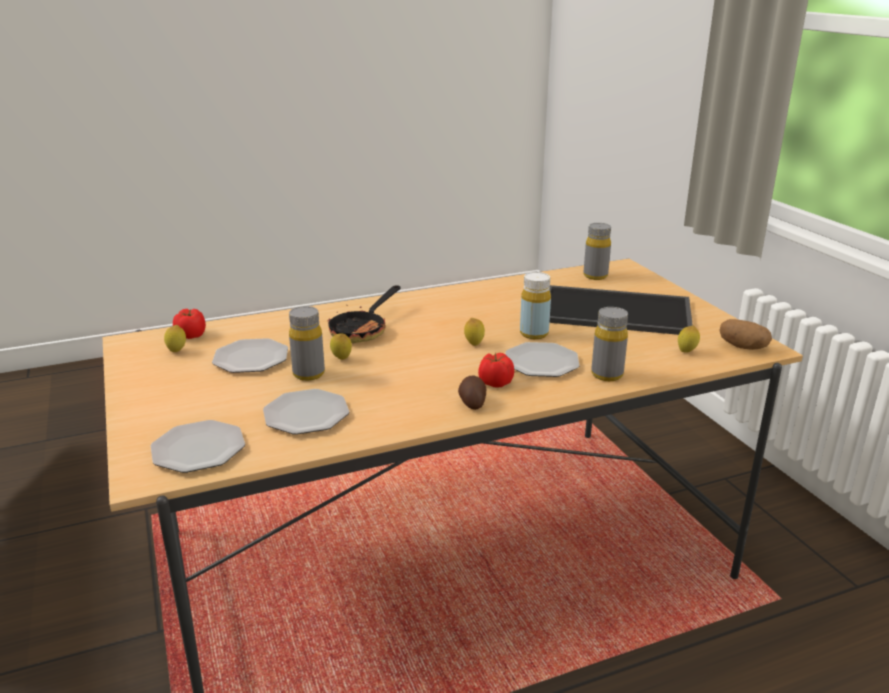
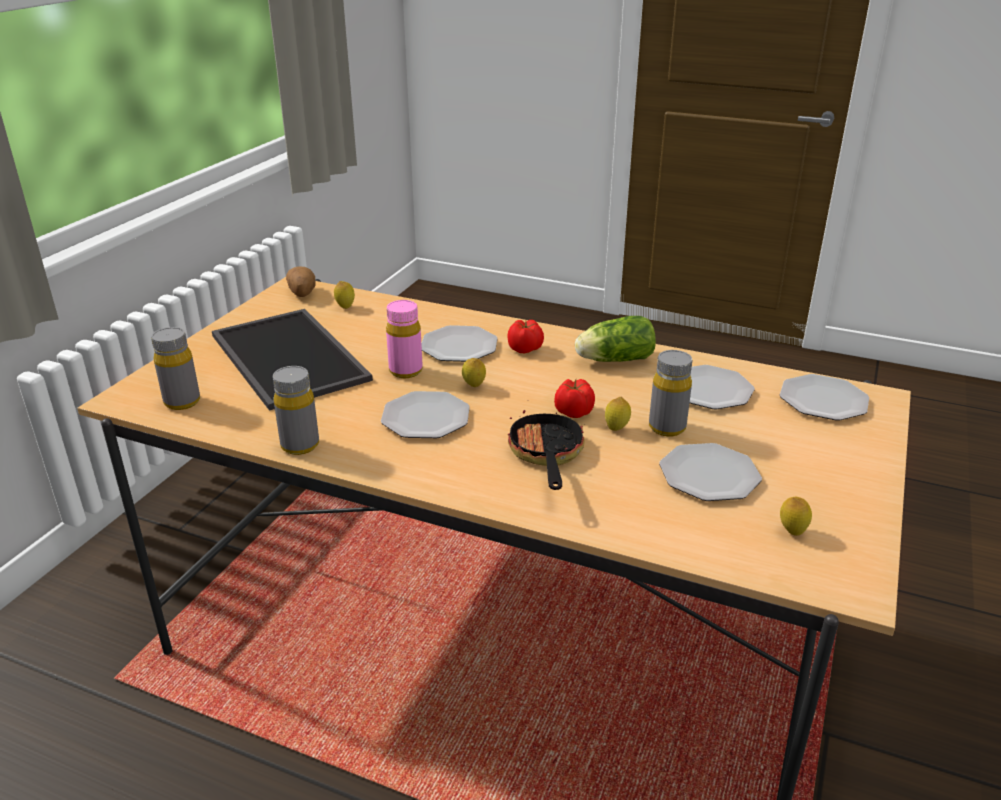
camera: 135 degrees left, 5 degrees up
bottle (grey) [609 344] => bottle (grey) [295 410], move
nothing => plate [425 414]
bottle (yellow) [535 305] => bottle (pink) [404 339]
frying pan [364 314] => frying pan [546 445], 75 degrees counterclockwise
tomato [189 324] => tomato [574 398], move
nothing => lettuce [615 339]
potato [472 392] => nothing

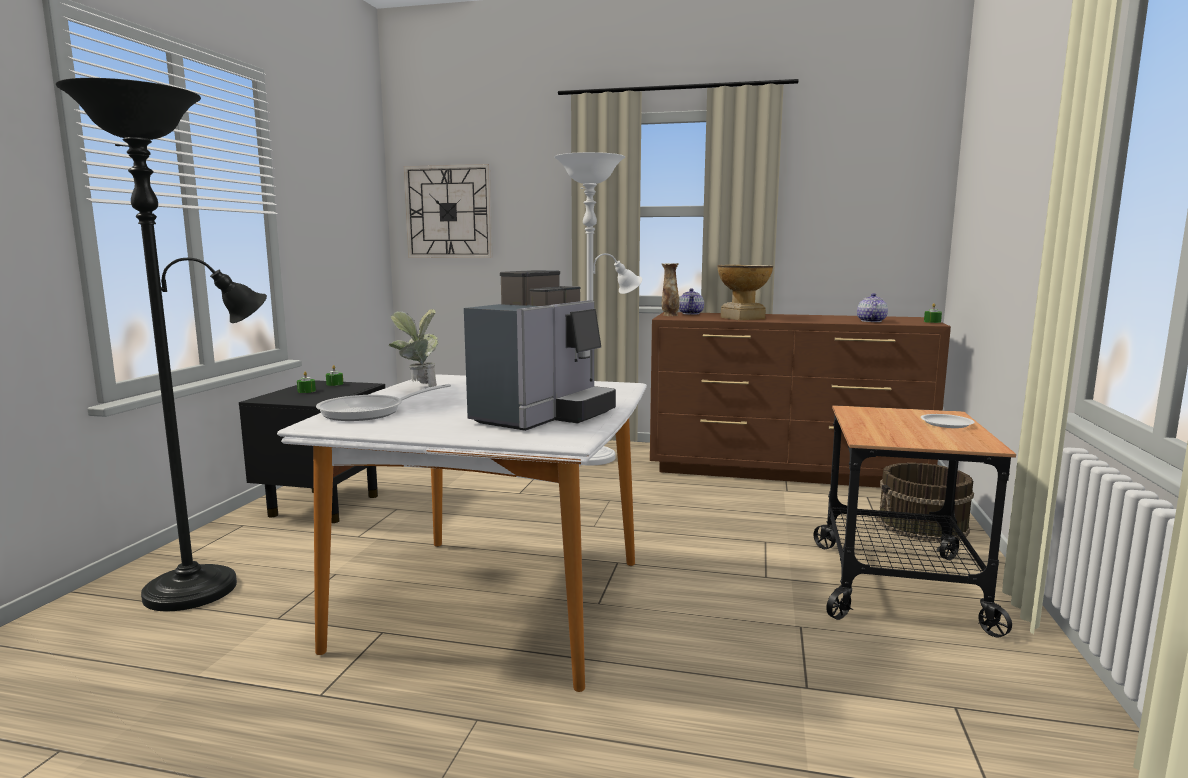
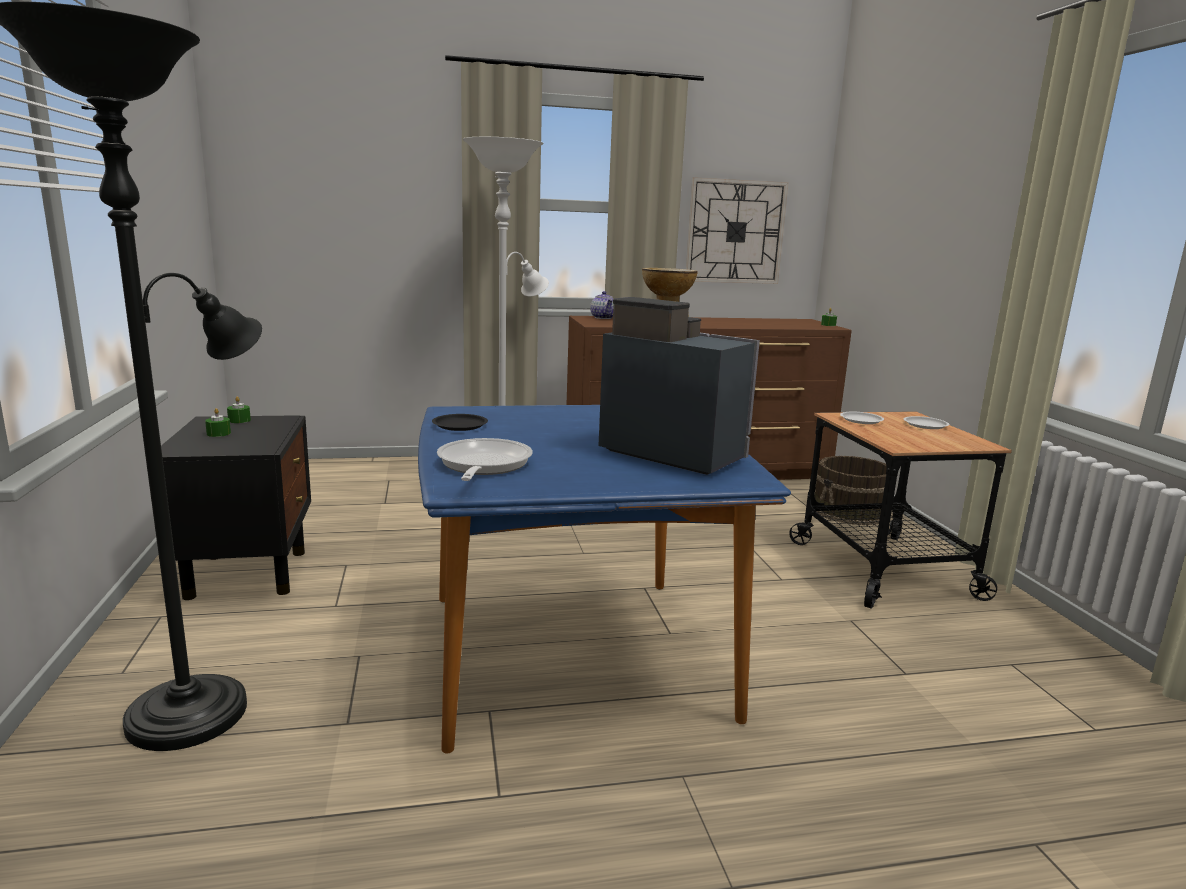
camera: 25 degrees left, 5 degrees up
dining table (white) [462 533] => dining table (blue) [604 579]
potted plant [414 348] => plate (black) [460 422]
frying pan [383 402] => frying pan [485 459], 150 degrees clockwise
coffee machine [540 350] => coffee machine [679 386], 60 degrees counterclockwise
wall clock [448 211] => wall clock [737 230], move
nothing => plate (white) [862 418]
vase [670 289] => nothing
teapot [872 307] => nothing

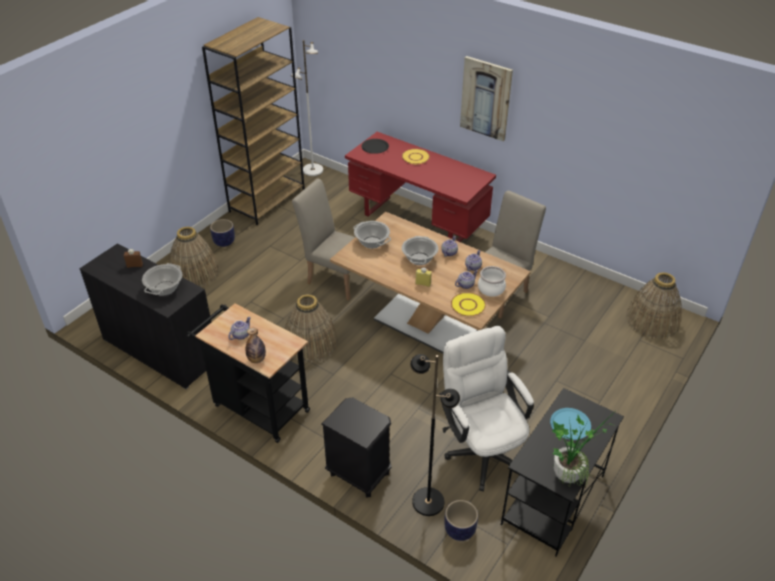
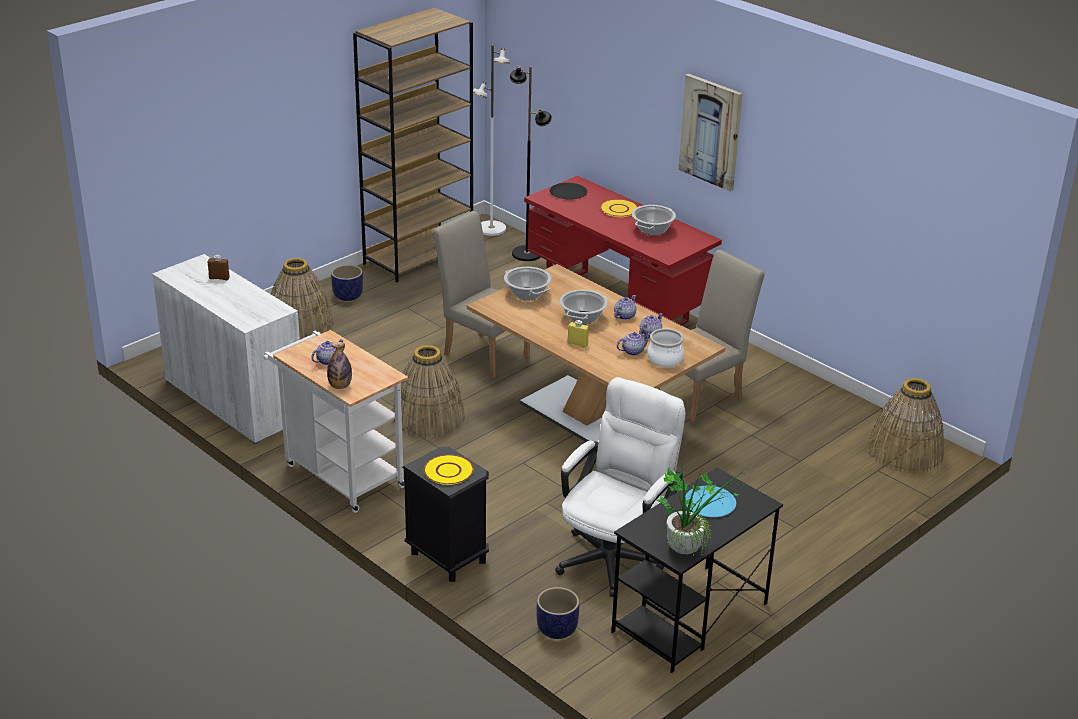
camera: 10 degrees right, 10 degrees down
cabinet (black) [145 316] => cabinet (white) [226 349]
cart (black) [248 373] => cart (white) [335 421]
plate (yellow) [468 304] => plate (yellow) [449 470], move
floor lamp (black) [435 435] => floor lamp (black) [531 163], move
office chair (white) [486 408] => office chair (white) [620 487], 45 degrees clockwise
cooking pot [162 279] => cooking pot [654 220], move

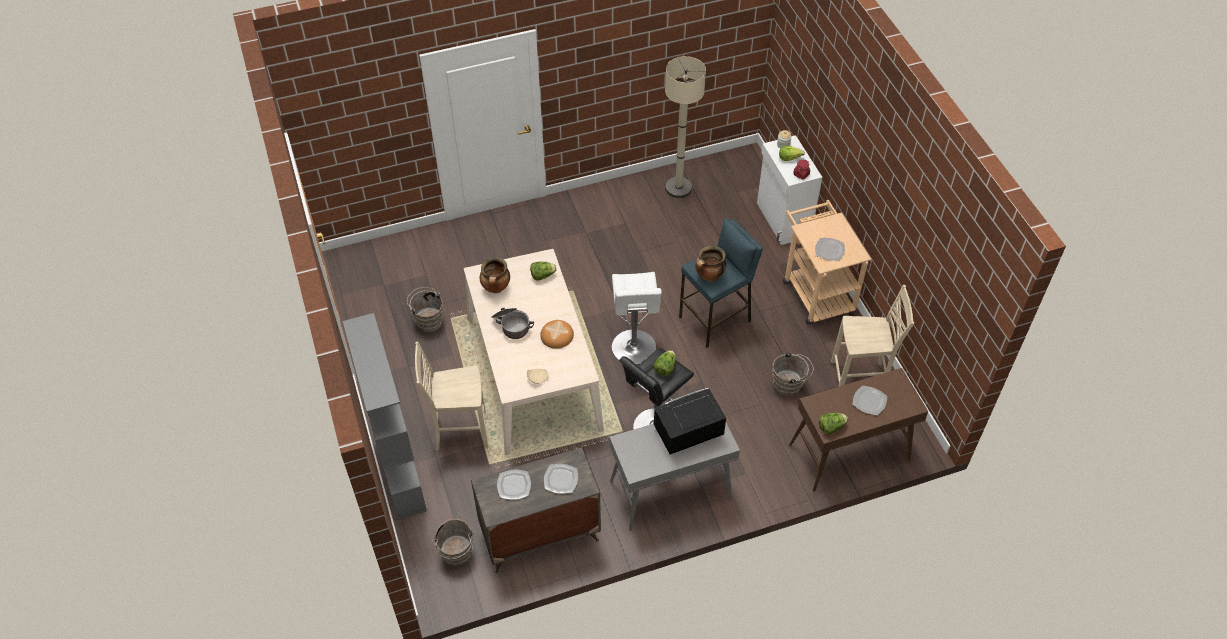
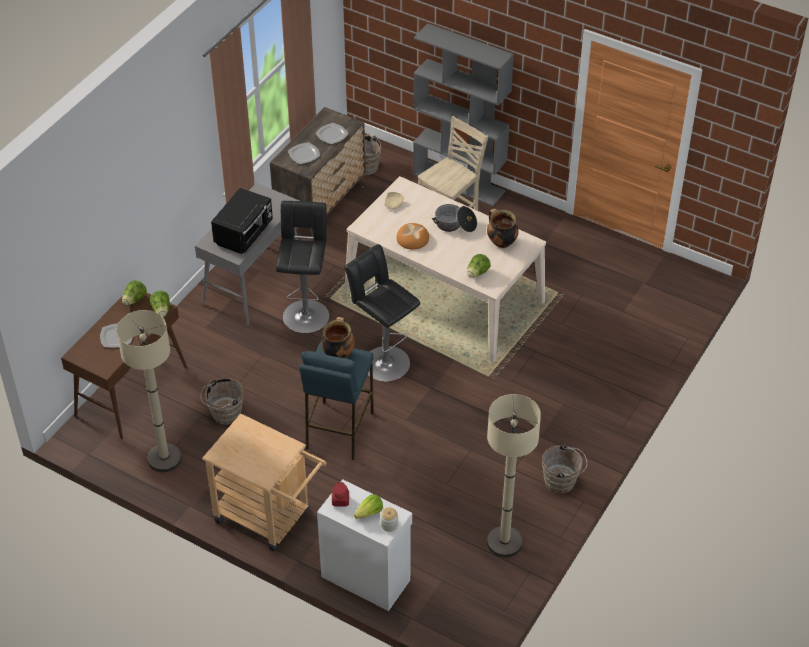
camera: 140 degrees right, 5 degrees down
chair (beige) [872 336] => floor lamp (beige) [149 391]
lettuce [664 363] => lettuce [159 304], move
stool (white) [637 318] => stool (black) [382 313]
bucket (brown) [425 309] => bucket (brown) [564 469], move
plate [830 249] => nothing

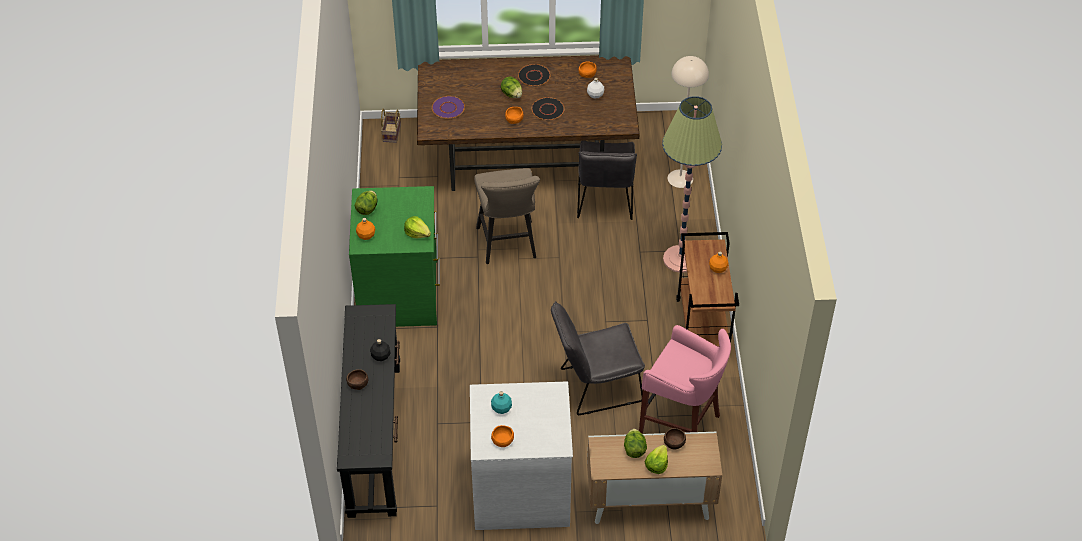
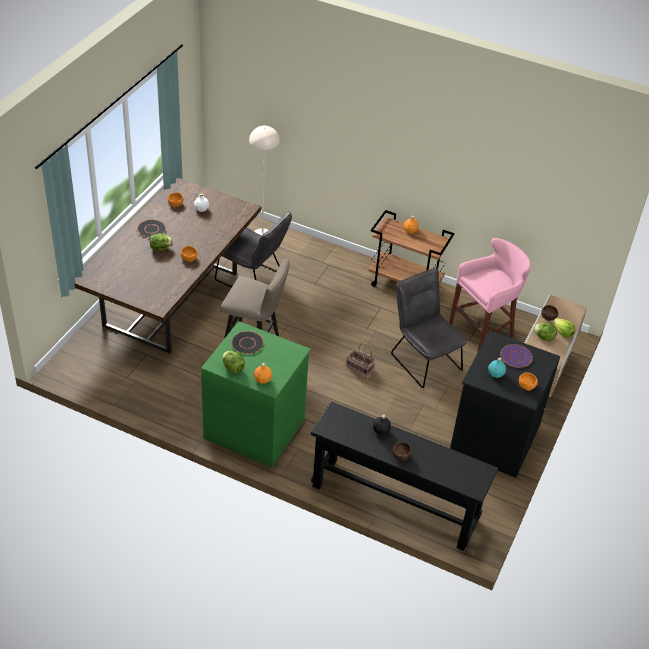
camera: 65 degrees left, 5 degrees down
plate (black) [548 108] => plate (black) [247 342], move
basket [391 125] => basket [361 360], move
chair (grey) [598 358] => chair (grey) [429 328], 135 degrees clockwise
dresser (white) [521 455] => dresser (black) [505 404]
plate (purple) [448 107] => plate (purple) [516 356], move
lettuce [417 227] => nothing
floor lamp [692 184] => nothing

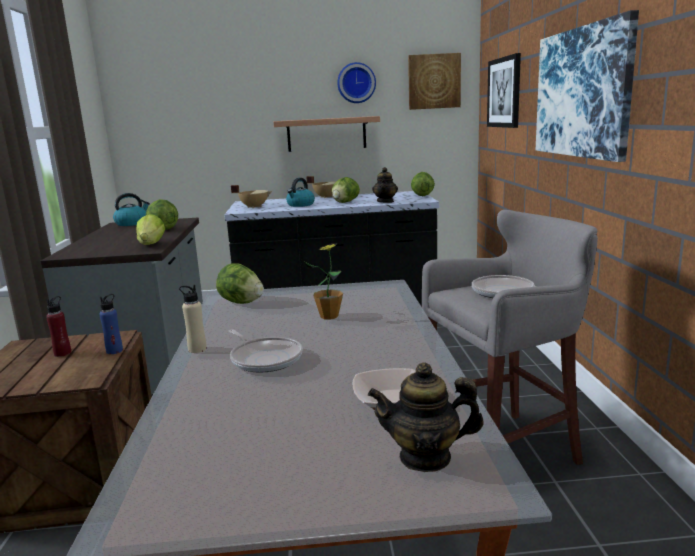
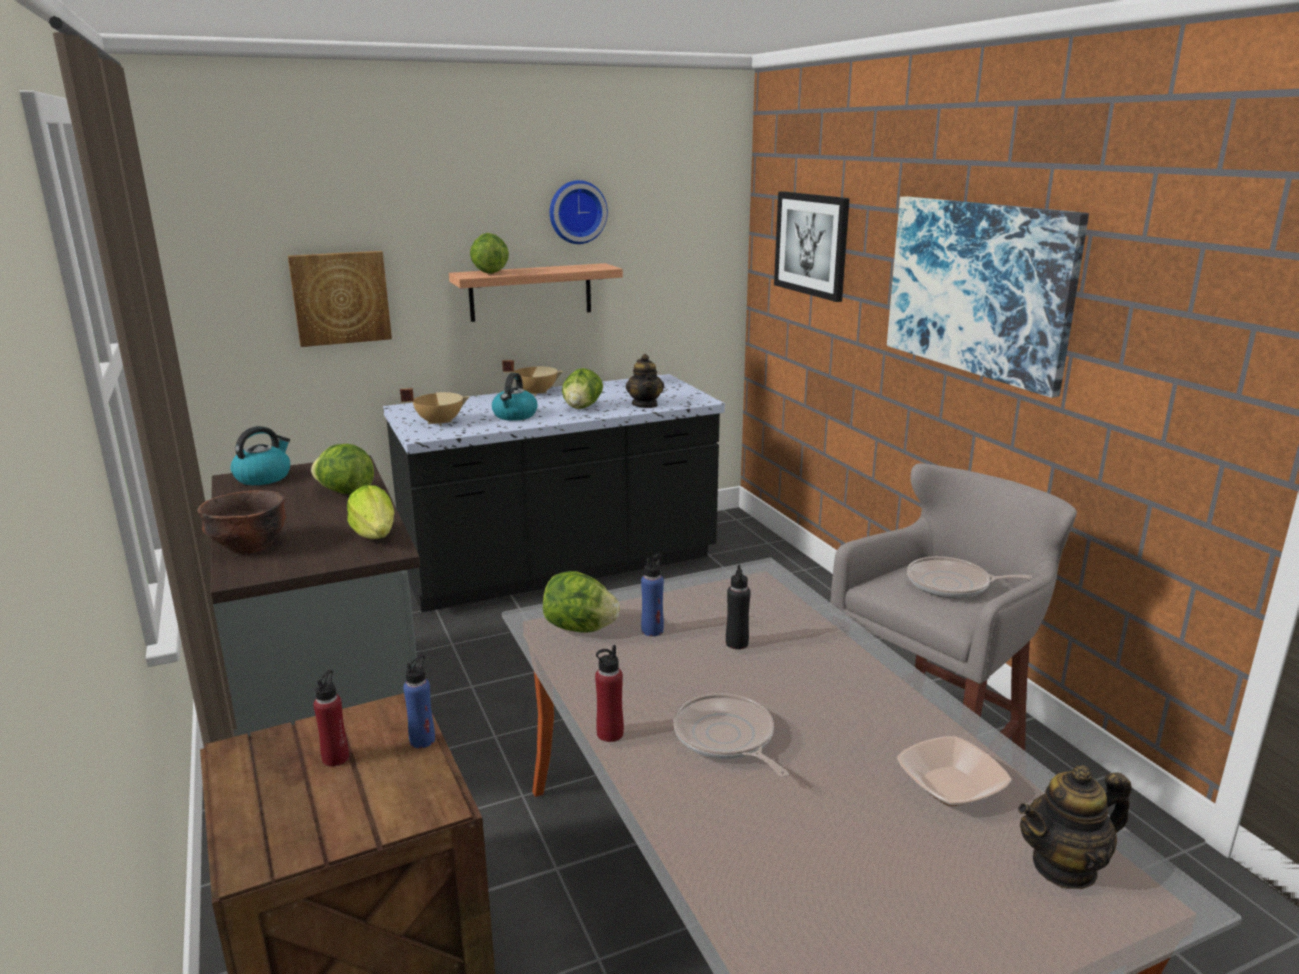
camera: 20 degrees left, 5 degrees up
nothing => bowl (brown) [241 522]
picture [434 81] => picture [340 299], move
lettuce [423 184] => lettuce [489 253], move
bottle (beige) [193 319] => bottle (red) [609 693]
nothing => bottle (blue) [652 594]
frying pan [265 351] => frying pan [731 735], 150 degrees counterclockwise
potted plant [323 282] => bottle (black) [738 607]

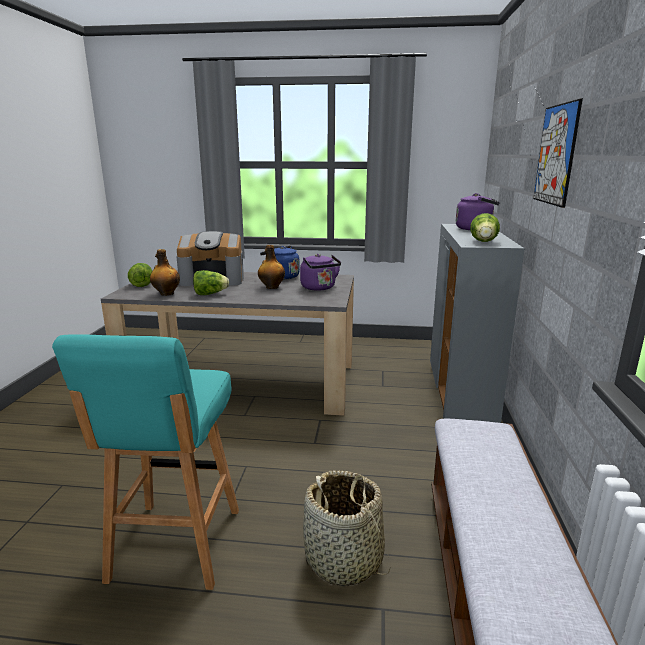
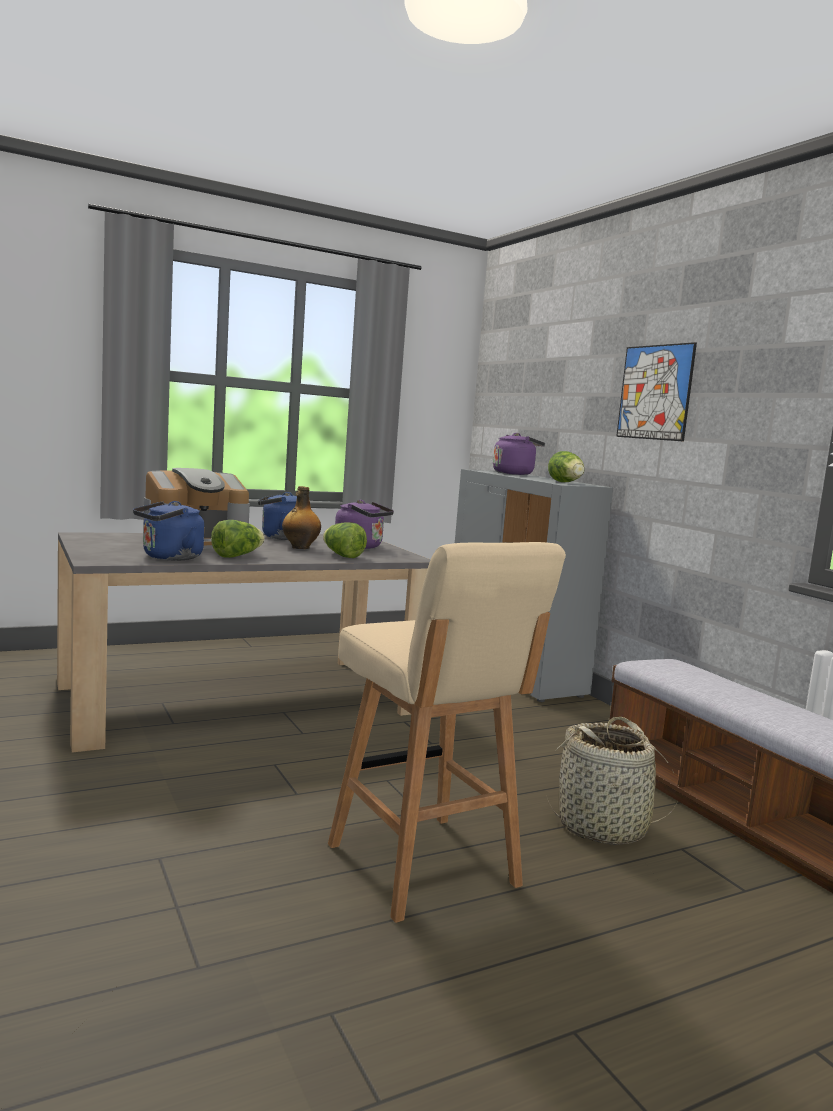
camera: 35 degrees left, 10 degrees down
bottle [165 272] => kettle (blue) [168 530]
lettuce [140 275] => lettuce [345 540], move
stool (turquoise) [145 462] => stool (beige) [447 732]

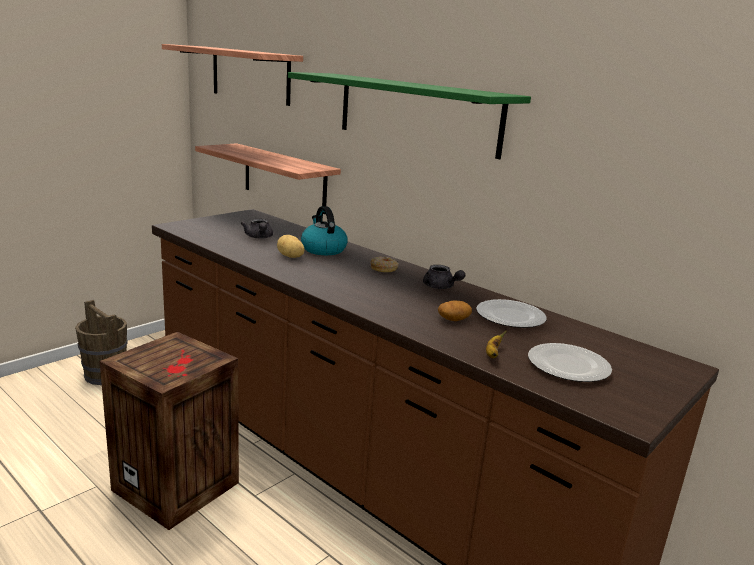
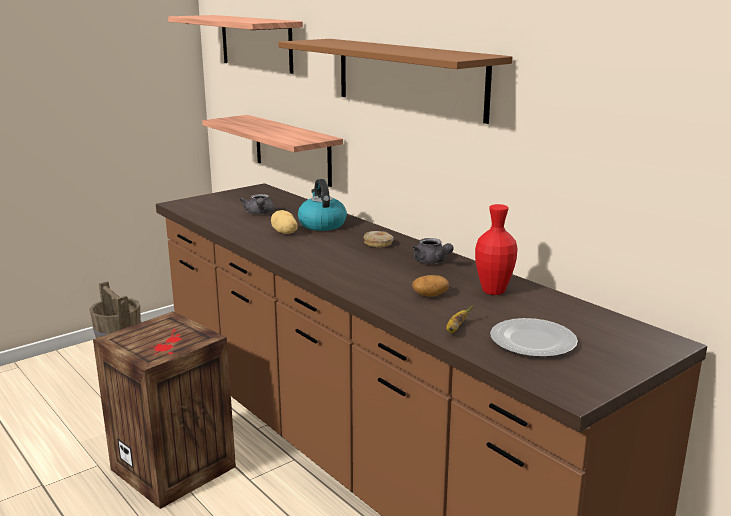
camera: 10 degrees right, 0 degrees up
shelf (green) [409 115] => shelf (brown) [395 81]
plate [511 313] => vase (red) [496 249]

